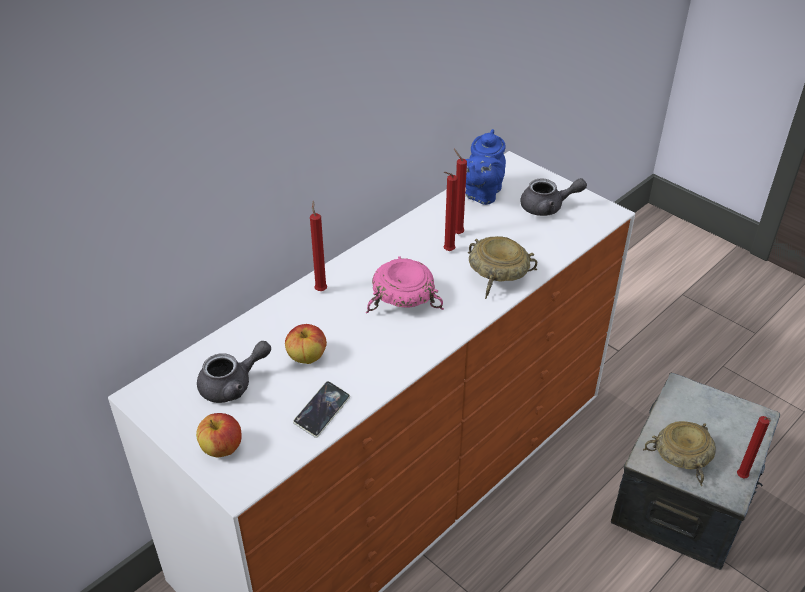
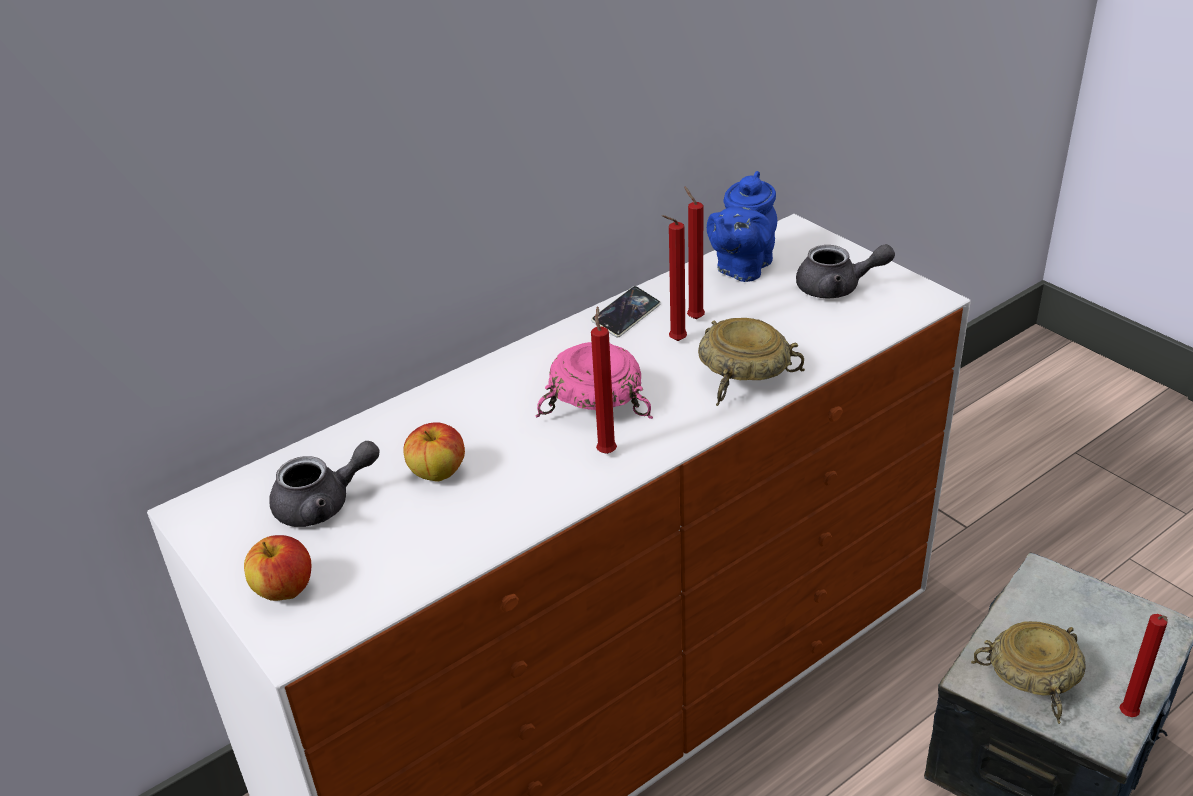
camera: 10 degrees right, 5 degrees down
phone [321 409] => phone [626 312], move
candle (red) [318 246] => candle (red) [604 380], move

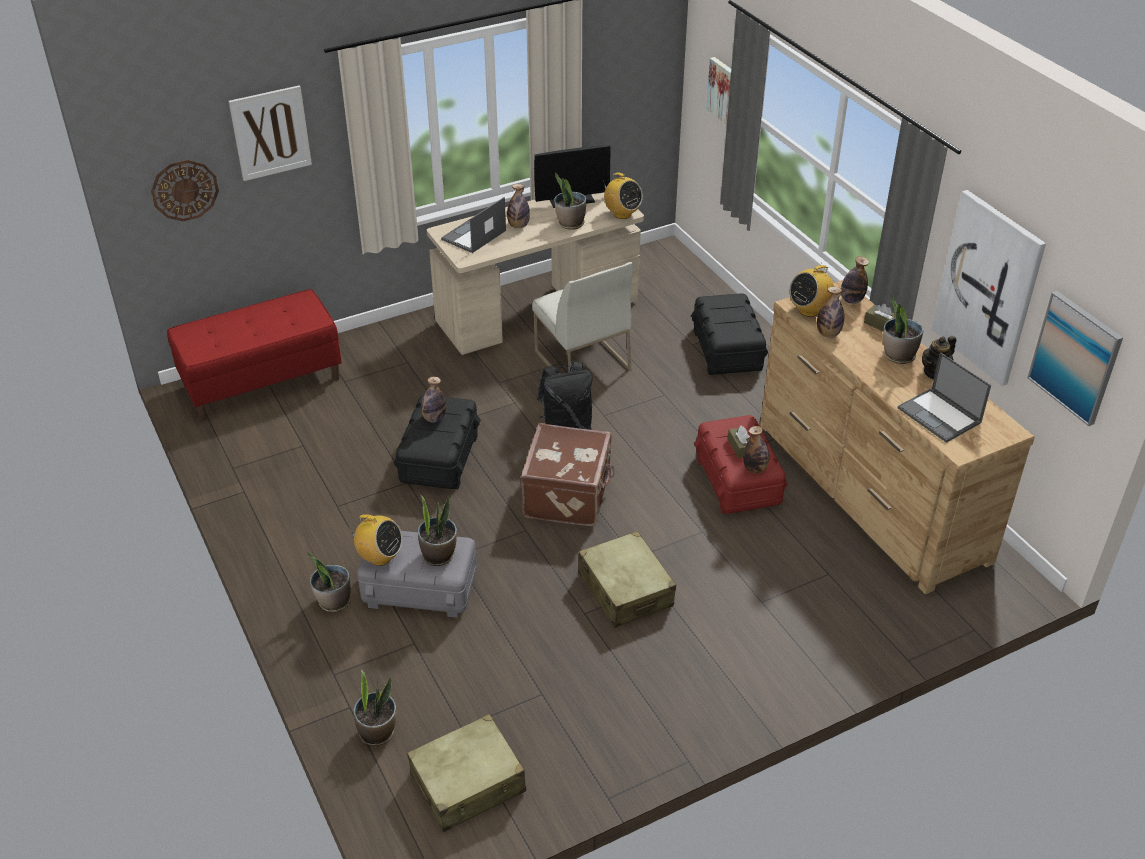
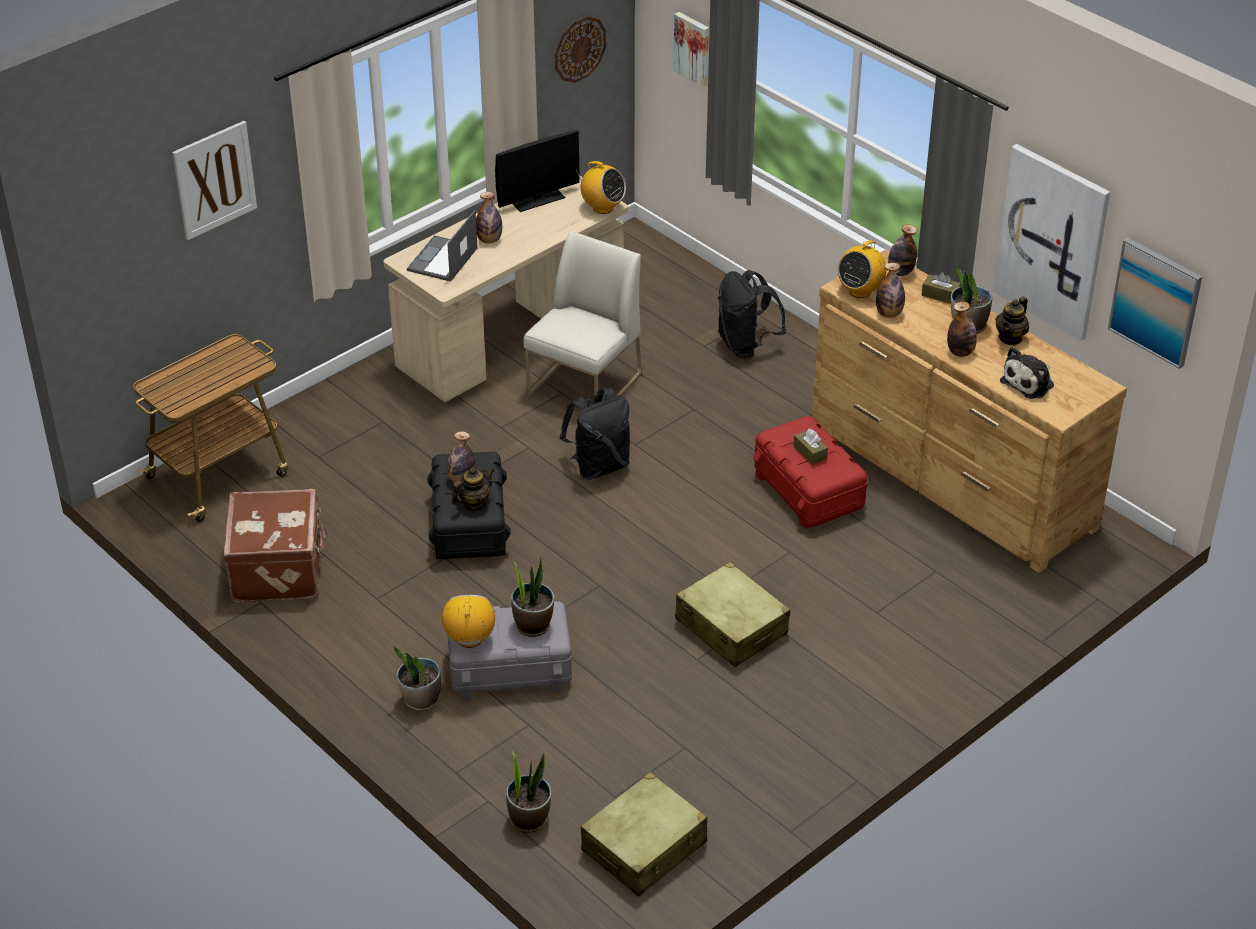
camera: 15 degrees left, 0 degrees up
bench (red) [254 355] => cart [210 428]
suitcase (brown) [568 474] => suitcase (brown) [275 545], move
radio [375 540] => radio [468 621], 105 degrees counterclockwise
nothing => teapot [473 489]
chair (white) [583 316] => chair (white) [582 314], 105 degrees counterclockwise
wall clock [185 190] => wall clock [580 49], move
storage box (black) [729 334] => backpack (black) [752 314]
bottle [756 450] => bottle [962 329], move
laptop [944 397] => plush toy [1027 373]
potted plant [570 201] => nothing

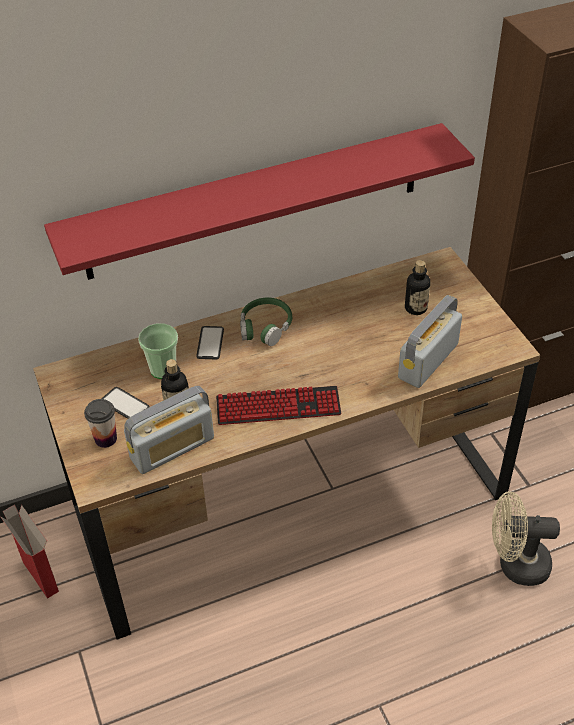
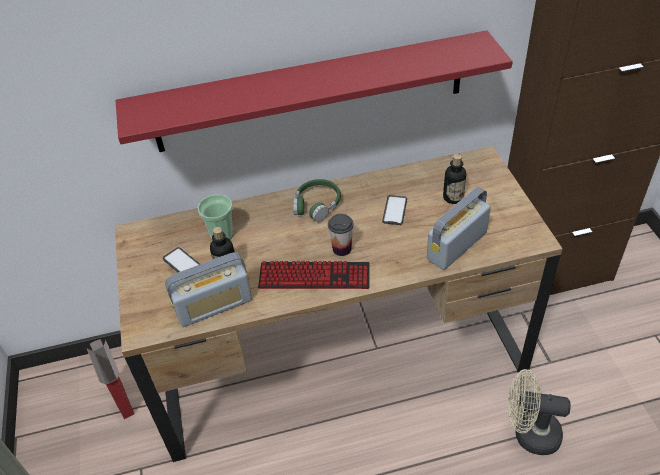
camera: 10 degrees right, 0 degrees up
cup [100 423] => cup [341 235], move
phone [210 343] => phone [394 210], move

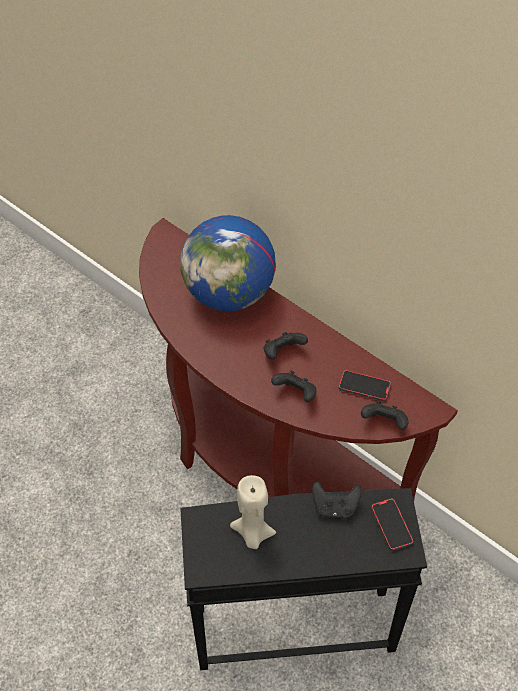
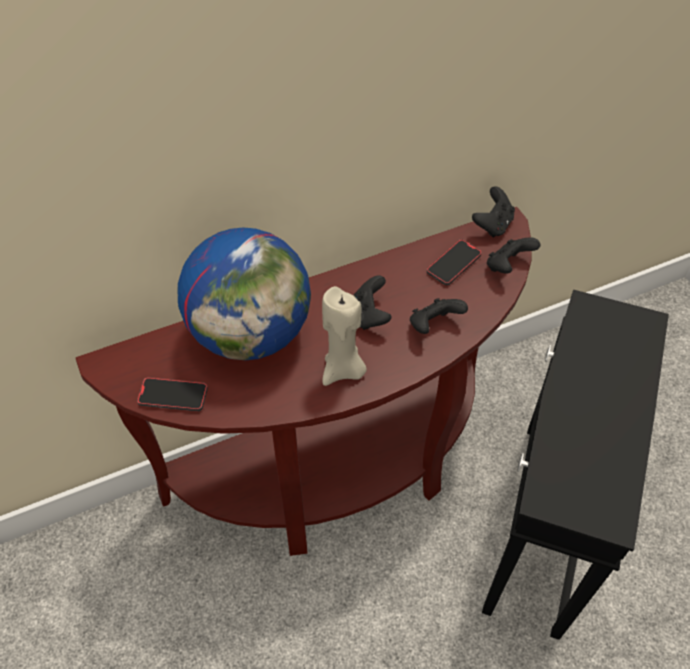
camera: 65 degrees left, 0 degrees up
phone [392 524] => phone [172 394], move
candle (beige) [253 512] => candle (beige) [344 336], move
game controller (black) [336 500] => game controller (black) [493 212], move

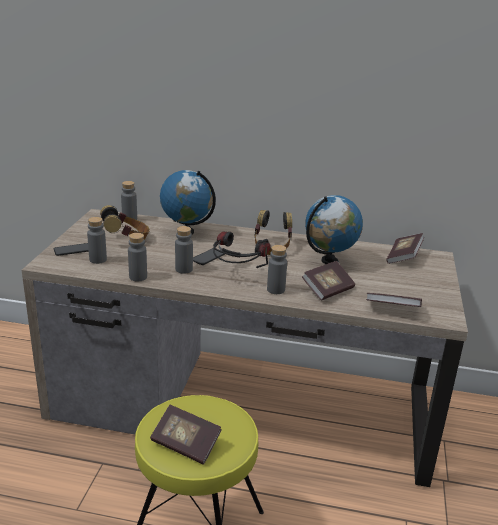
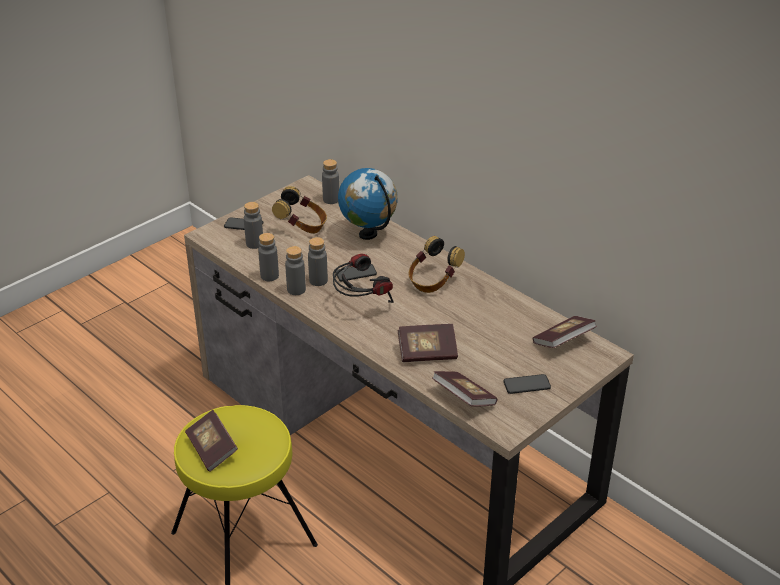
camera: 35 degrees right, 10 degrees up
bottle (grey) [277 269] => bottle (grey) [295 270], move
nothing => phone [527 384]
globe [334 229] => nothing

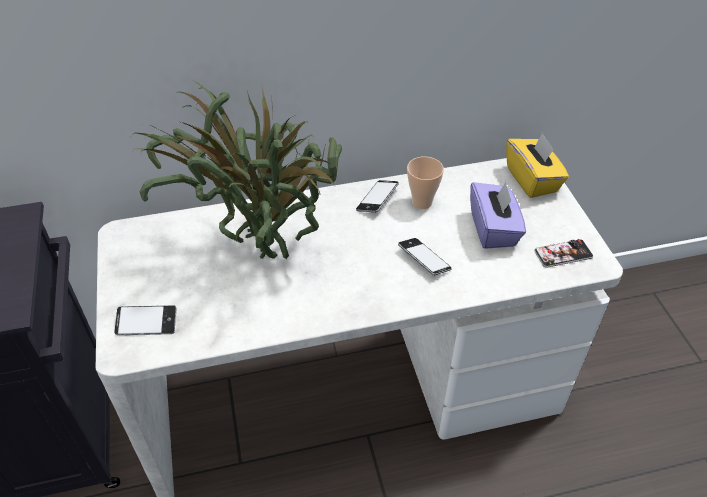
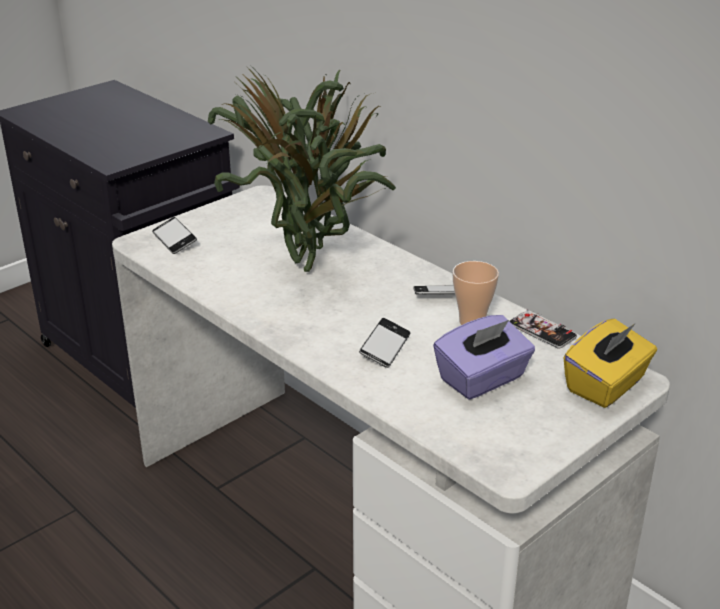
camera: 60 degrees right, 15 degrees down
phone [563 253] => phone [543 328], move

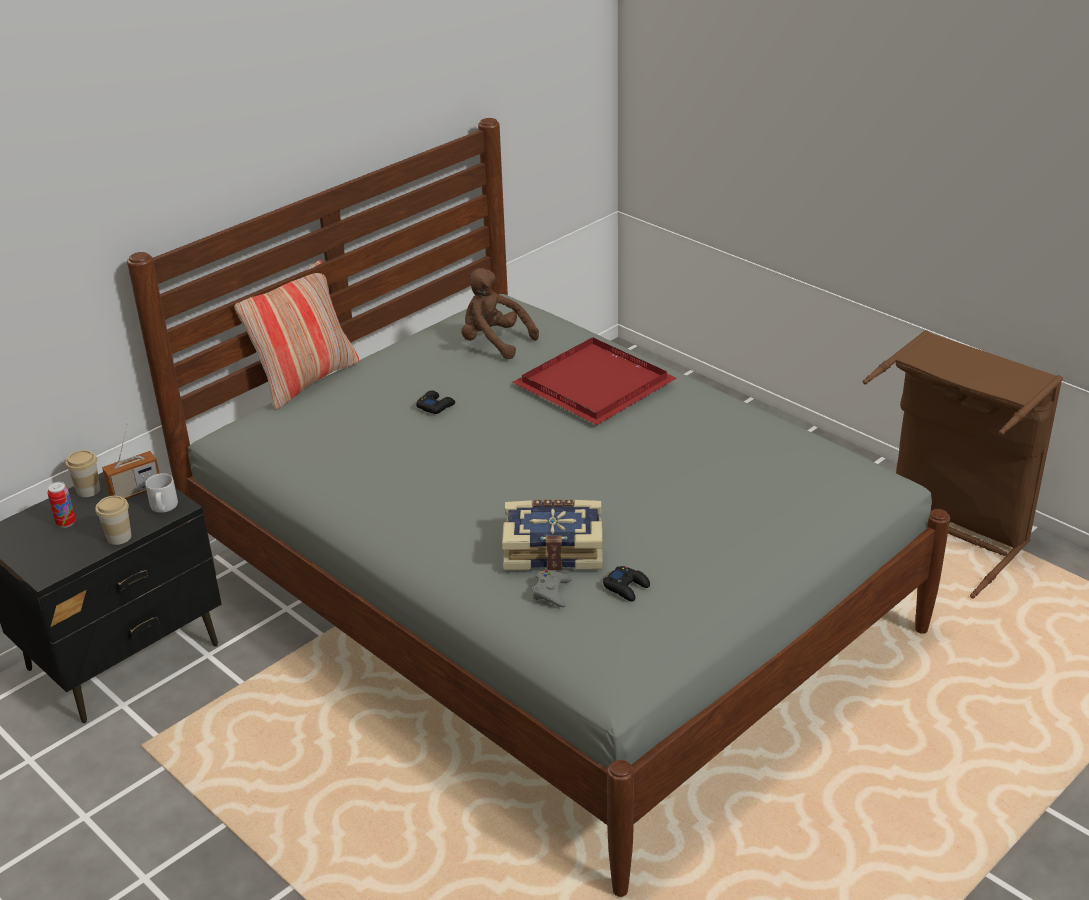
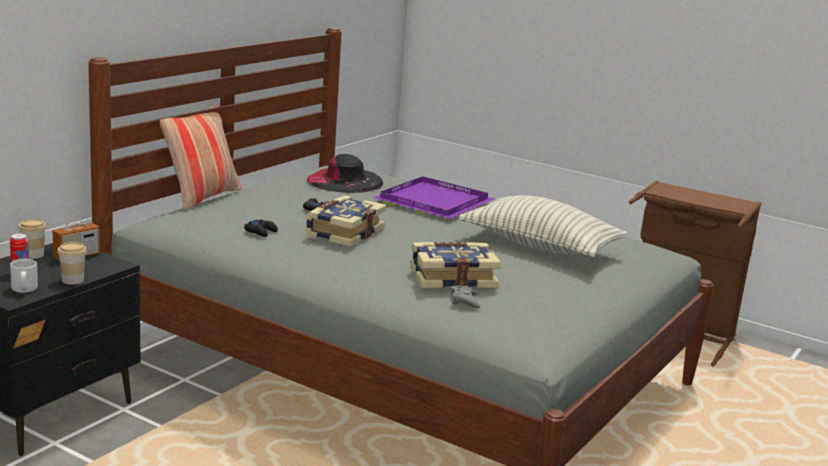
camera: 15 degrees left, 15 degrees down
mug (grey) [161 493] => mug (grey) [24 276], move
game controller (black) [626 583] => game controller (black) [261 228], move
nothing => book [345 221]
plush toy (brown) [500 313] => hat (black) [345 173]
tray (red) [594 381] => tray (purple) [433 198]
nothing => pillow [542 226]

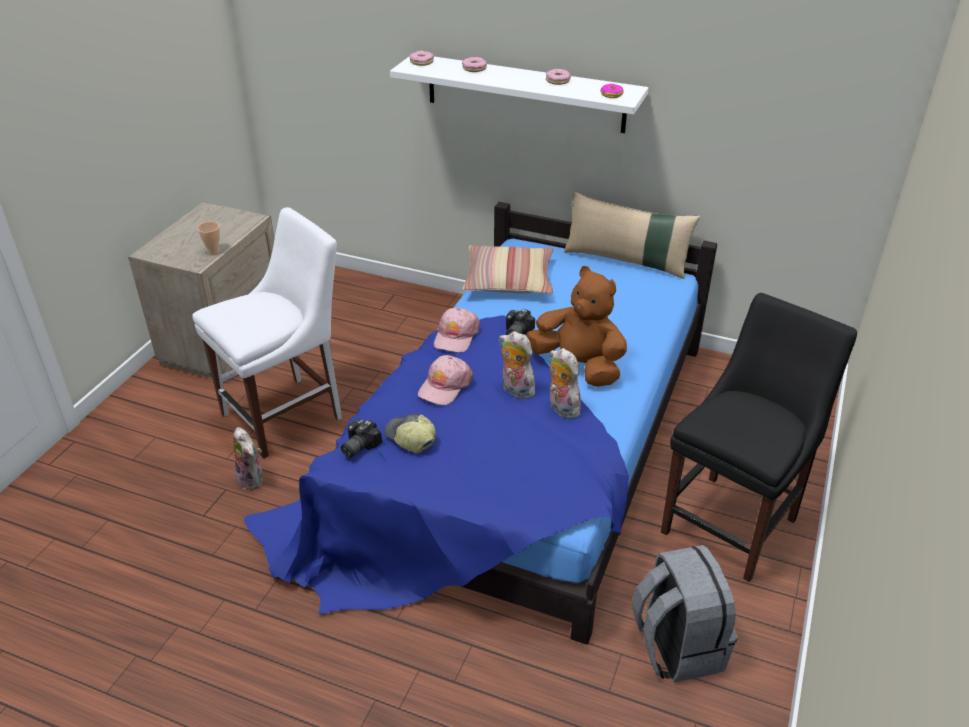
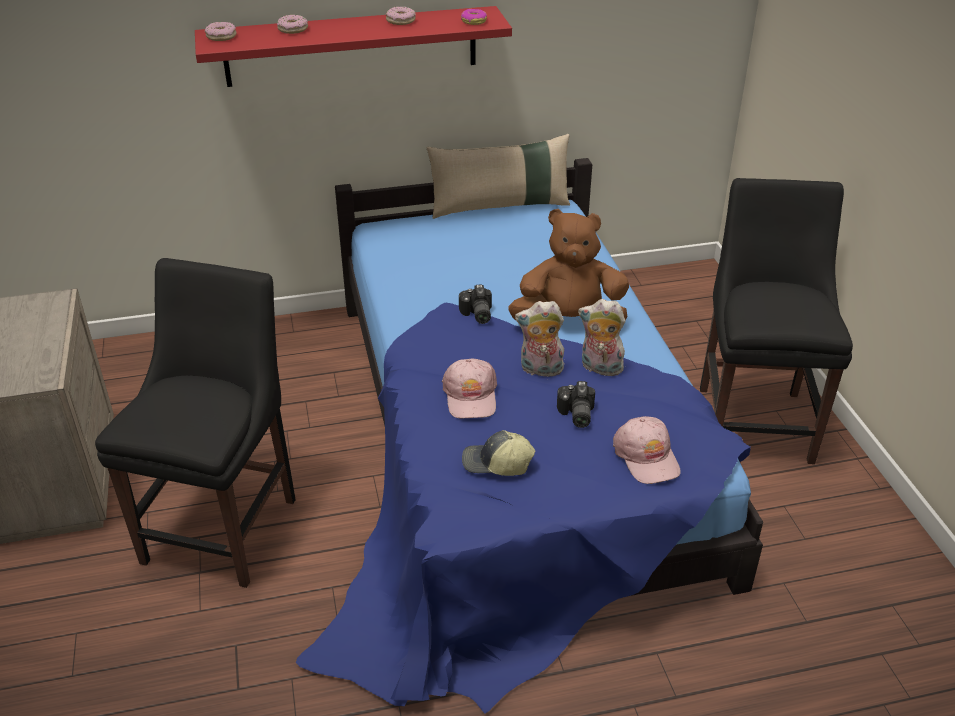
camera: 35 degrees left, 0 degrees up
chair (white) [267 333] => chair (black) [195 423]
shelf (white) [519 94] => shelf (red) [353 46]
photo camera [361 438] => photo camera [576 404], move
cap (pink) [457 330] => cap (pink) [647 450], move
cup [208 238] => nothing
plush toy [247 458] => nothing
pillow [507 269] => nothing
backpack (grey) [685 614] => nothing

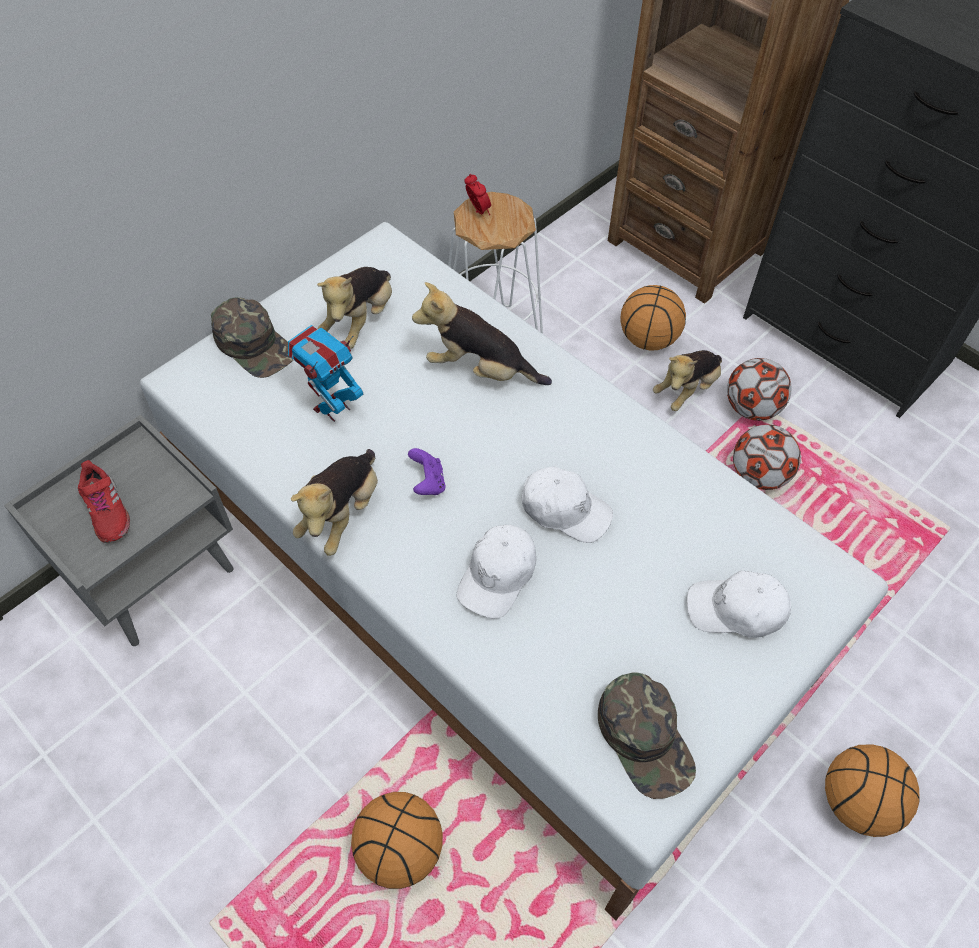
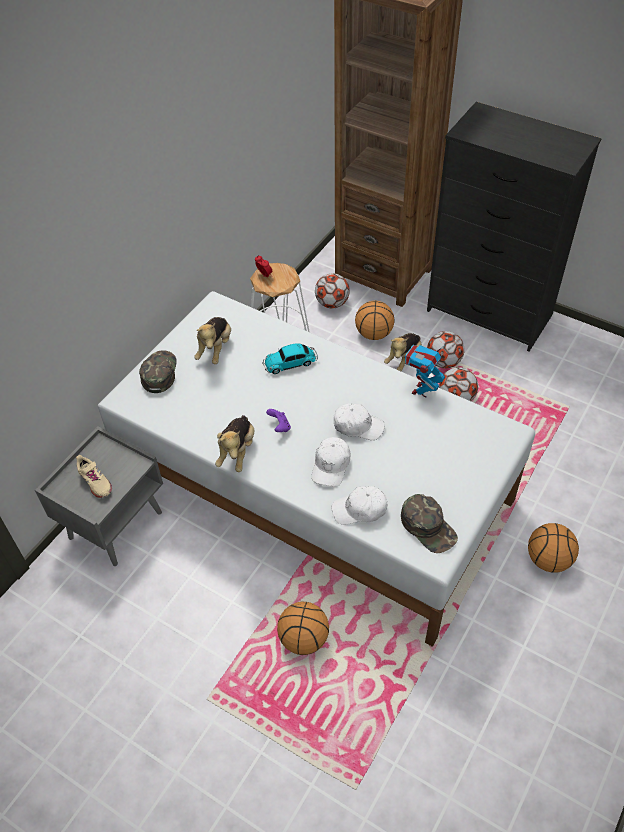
camera: 10 degrees left, 5 degrees down
shoe (red) [104 501] => shoe (beige) [94 476]
cap (green) [252 337] => cap (green) [158 371], 120 degrees counterclockwise
plush toy [482 333] => toy car [290 358]
nothing => football [332 290]
cap (white) [739 604] => cap (white) [359 505], move
toy robot [325 373] => toy robot [425 371], move

